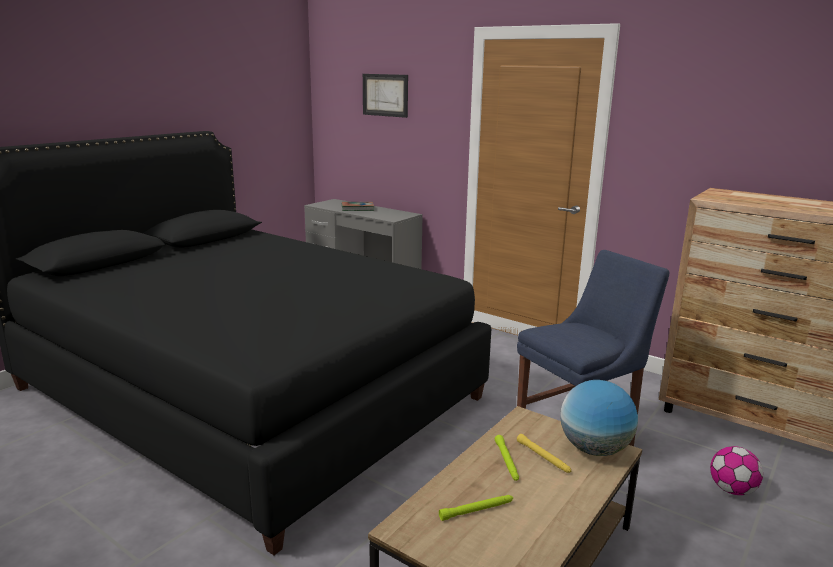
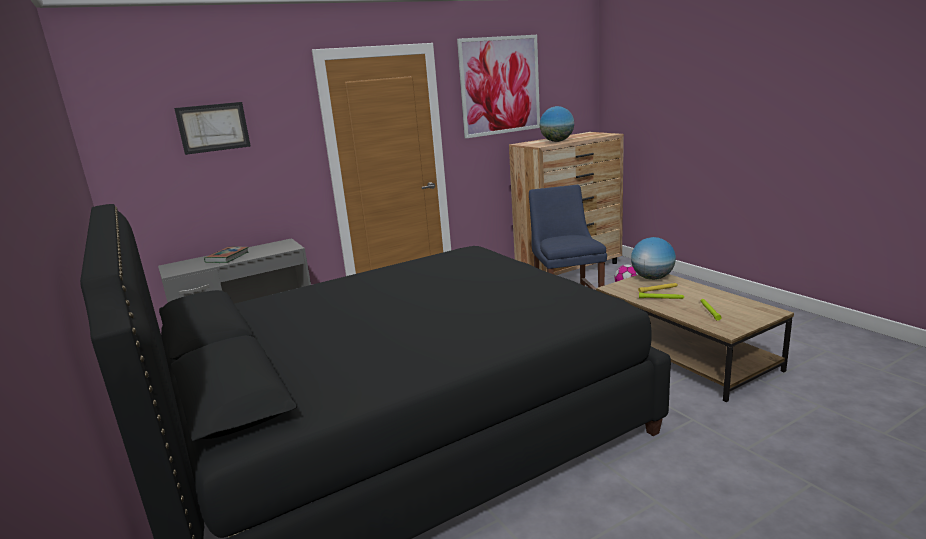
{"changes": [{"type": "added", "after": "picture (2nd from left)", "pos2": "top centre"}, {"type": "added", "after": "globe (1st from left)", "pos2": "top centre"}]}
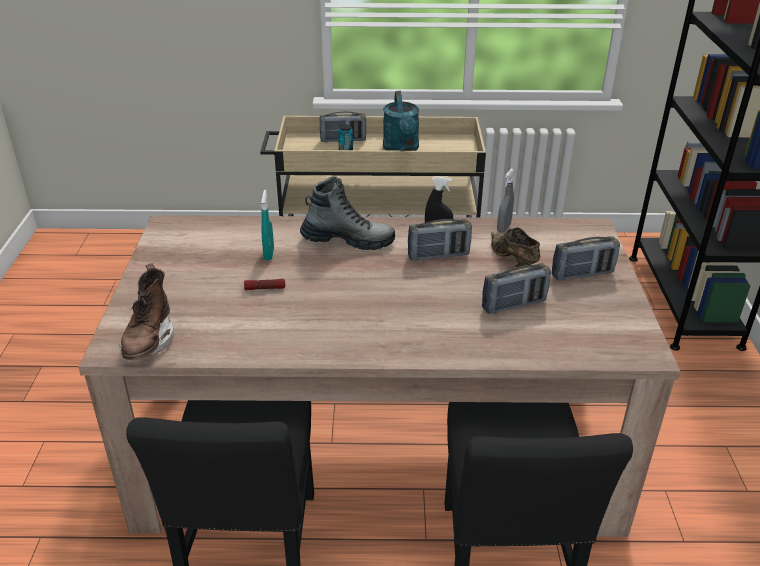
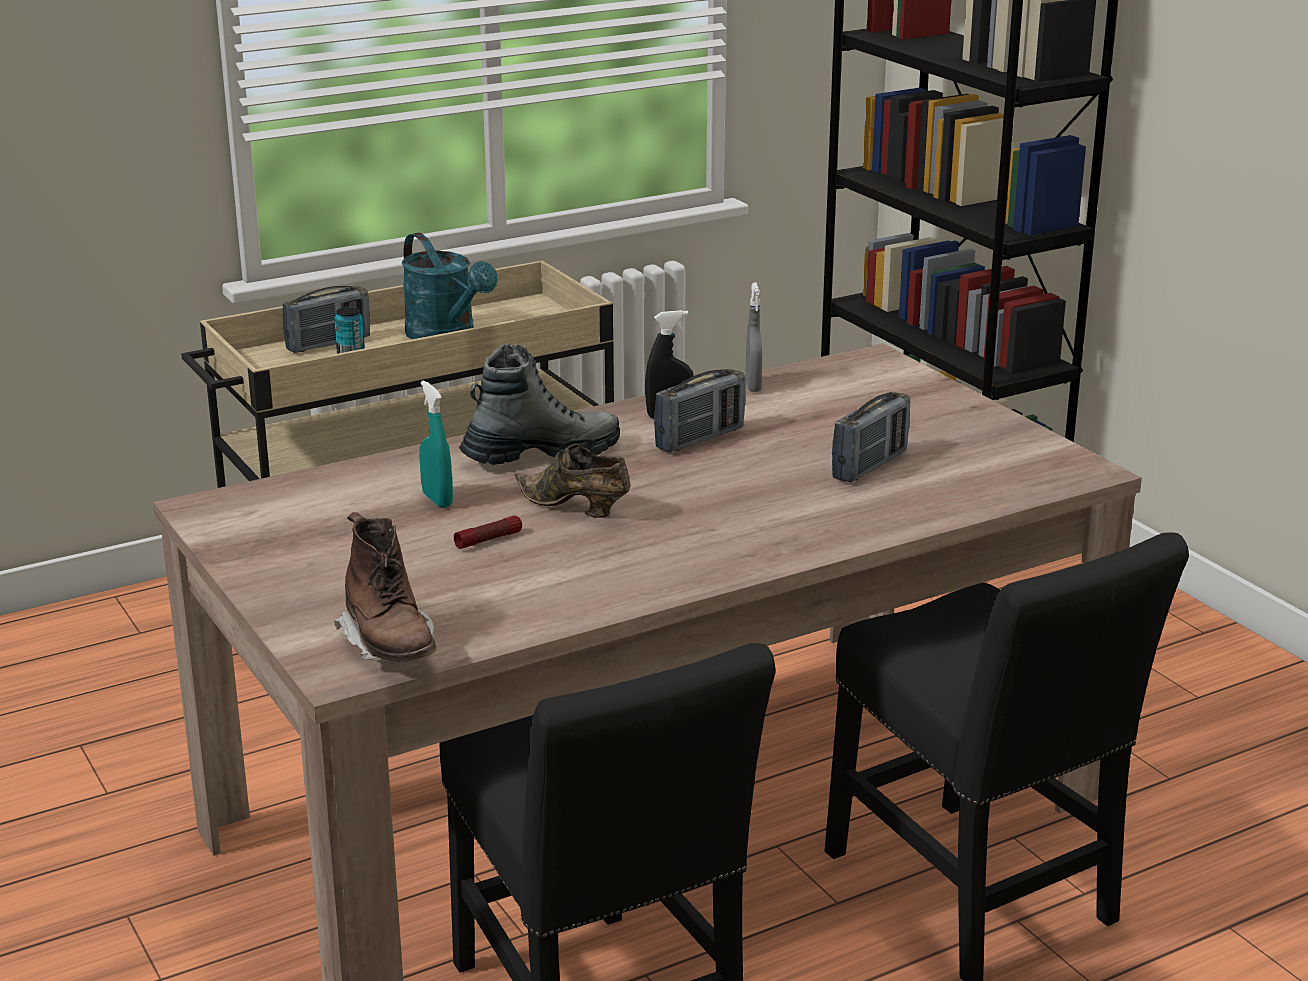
{"changes": [{"type": "moved", "before": "brown shoe", "pos1": "middle right", "pos2": "centre"}, {"type": "removed", "before": "radio (4th from left)", "pos1": "middle right"}]}
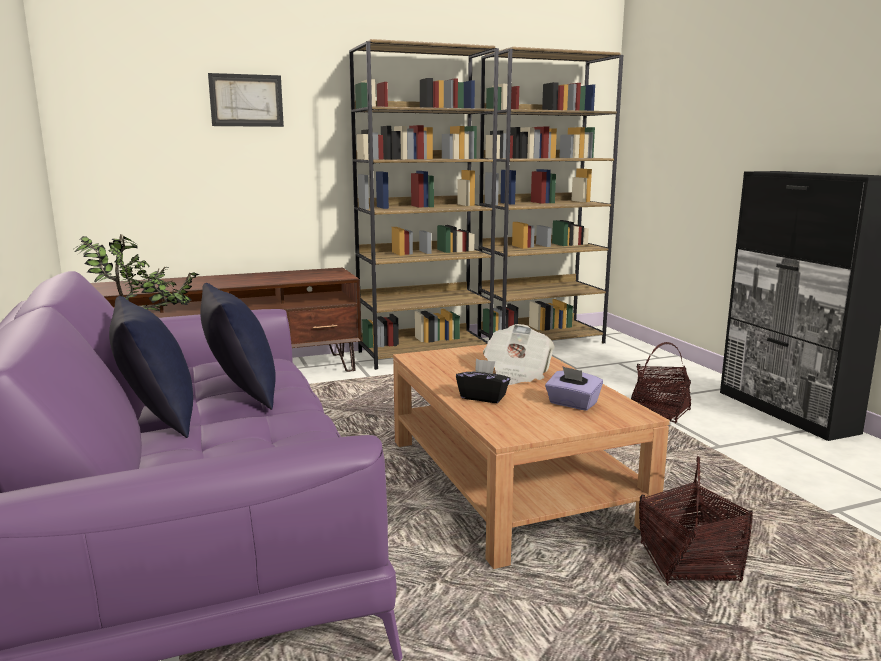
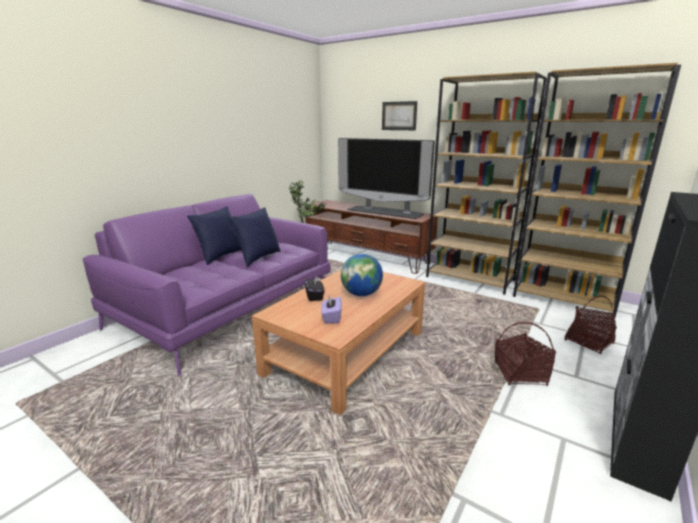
{"changes": [{"type": "added", "after": "television", "pos2": "centre"}, {"type": "replaced", "before": "newspaper", "after": "globe", "pos1": "centre", "pos2": "centre"}, {"type": "moved", "before": "basket (2nd from left)", "pos1": "bottom right", "pos2": "middle right"}]}
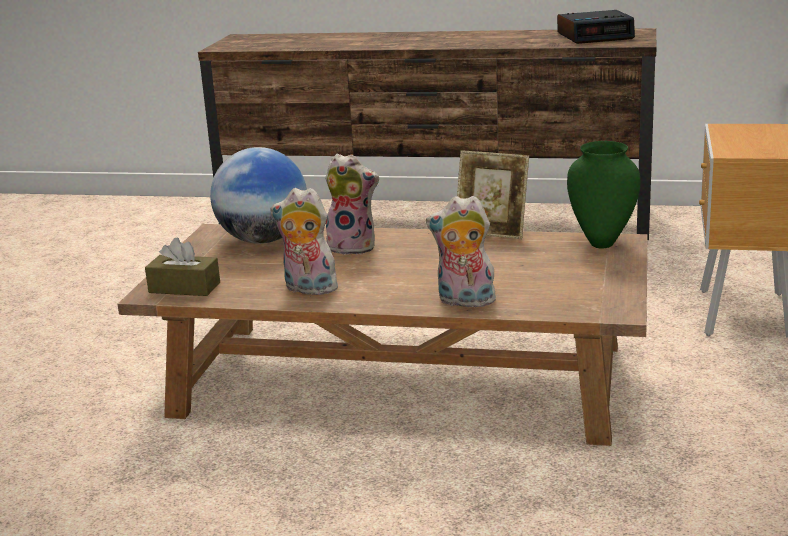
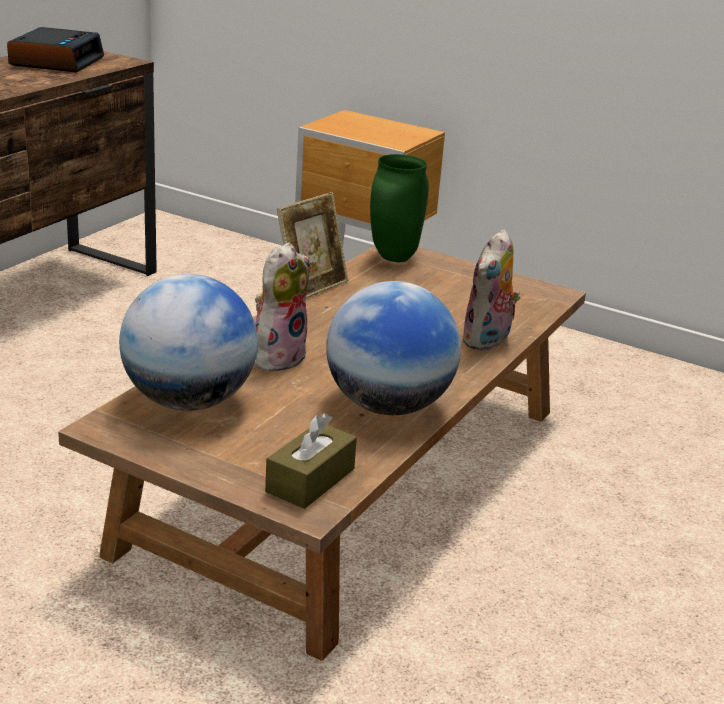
{"changes": [{"type": "replaced", "before": "plush toy (1st from left)", "after": "globe (2nd from left)", "pos1": "centre", "pos2": "centre"}]}
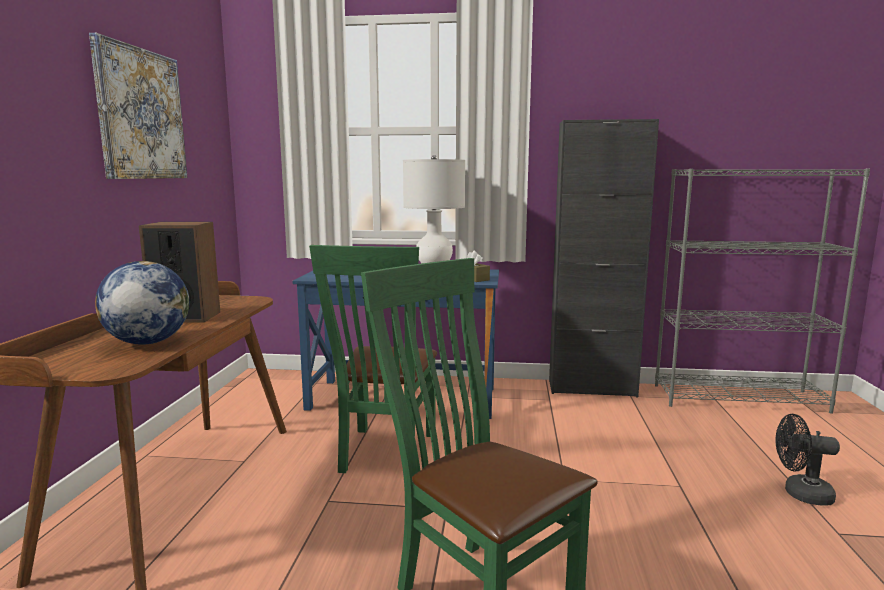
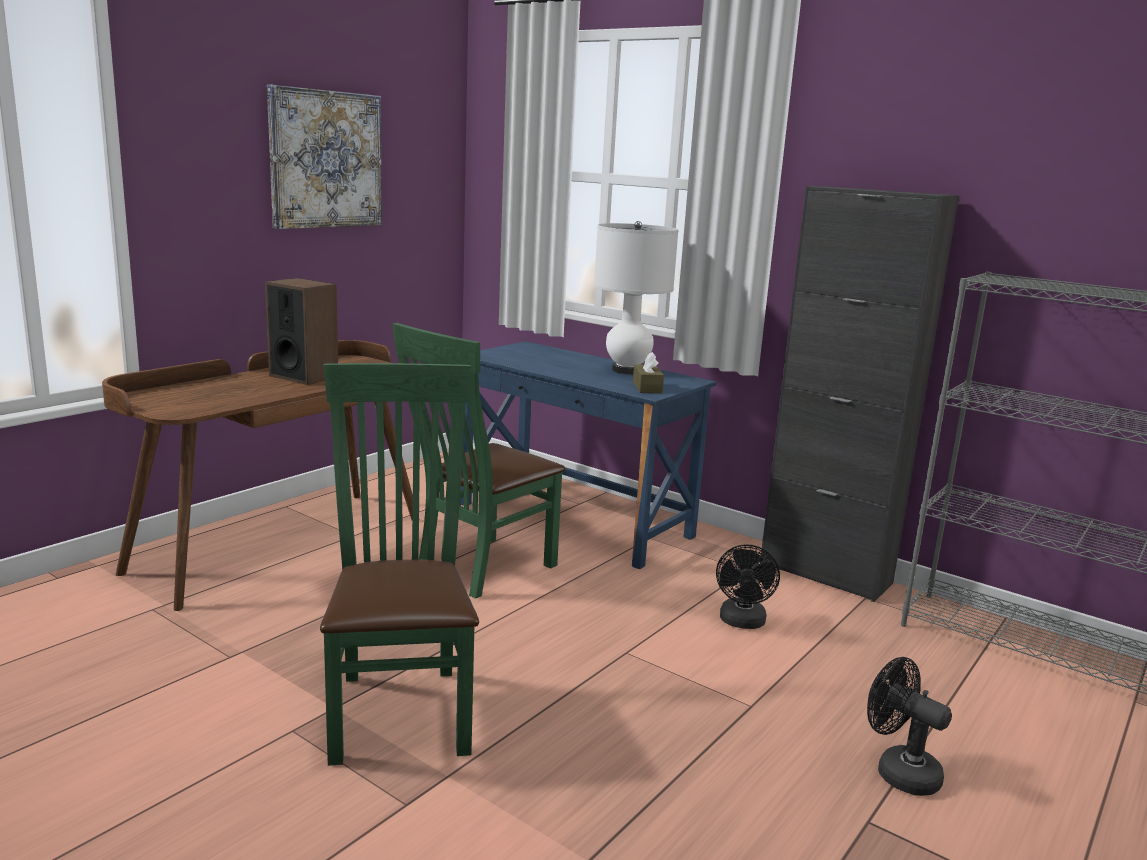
{"changes": [{"type": "added", "after": "black fan (1st from left)", "pos2": "bottom centre"}, {"type": "removed", "before": "globe", "pos1": "middle left"}]}
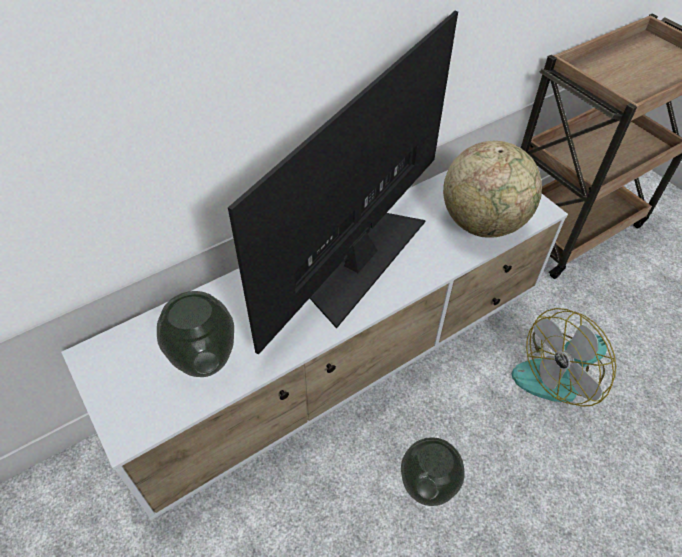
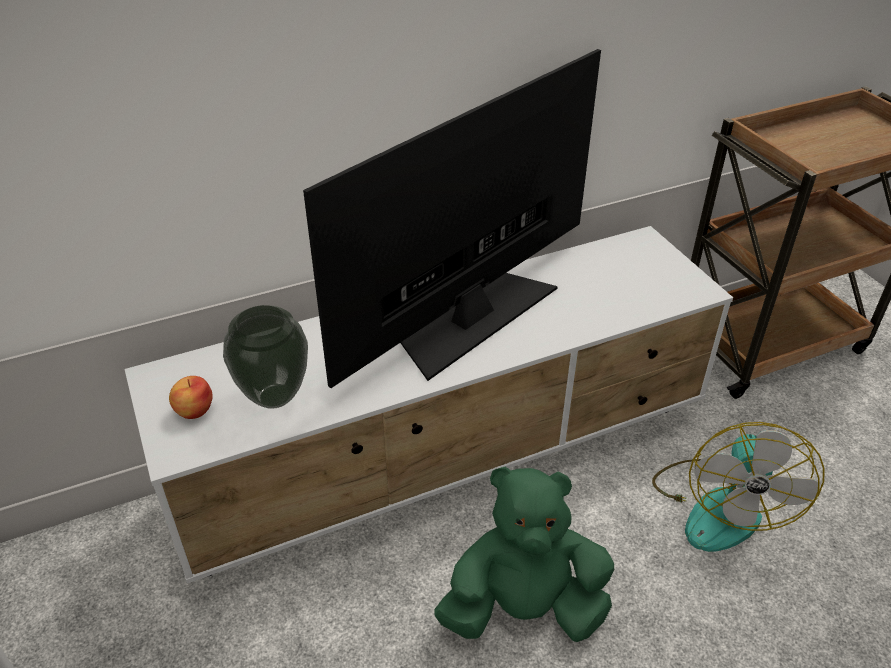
{"changes": [{"type": "added", "after": "apple", "pos2": "middle left"}, {"type": "replaced", "before": "vase (2nd from left)", "after": "green plush toy", "pos1": "bottom centre", "pos2": "bottom centre"}, {"type": "turned", "before": "fan", "pos1": "middle right", "pos2": "bottom right", "turn": -60}, {"type": "removed", "before": "globe", "pos1": "middle right"}]}
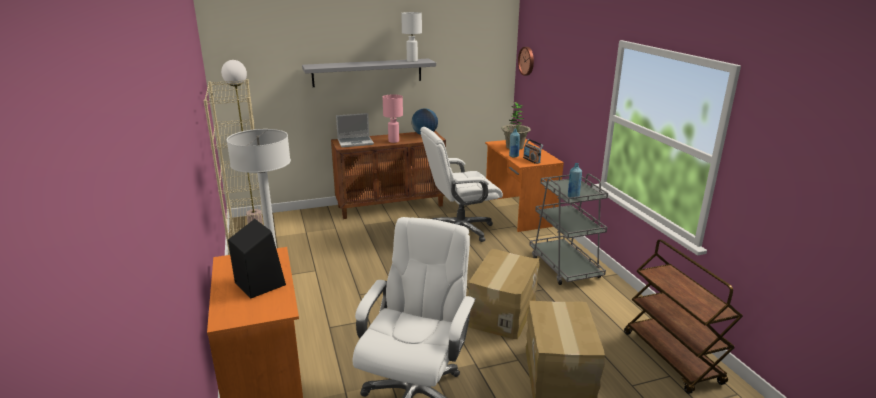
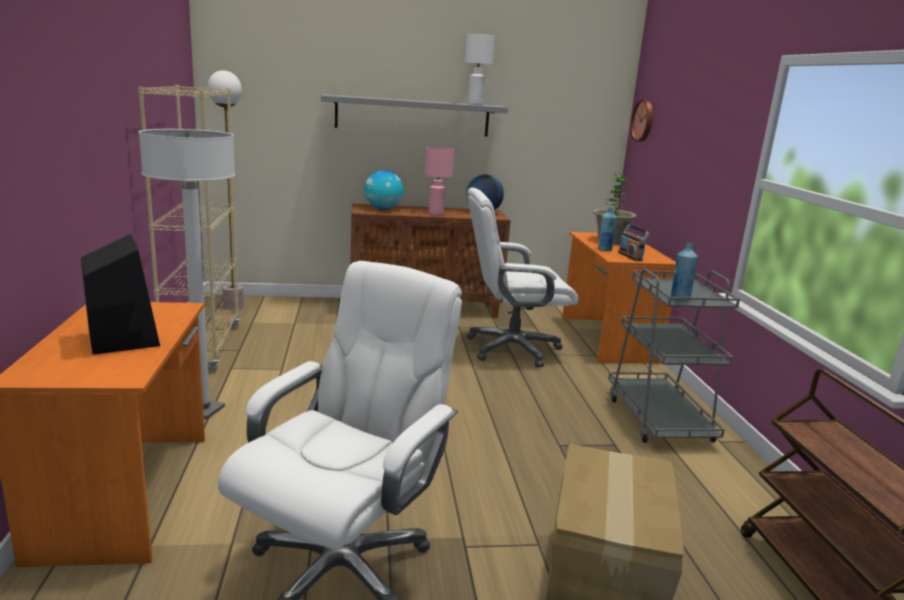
{"changes": [{"type": "replaced", "before": "laptop", "after": "globe (1st from left)", "pos1": "top centre", "pos2": "top centre"}, {"type": "removed", "before": "cardboard box (1st from left)", "pos1": "bottom centre"}]}
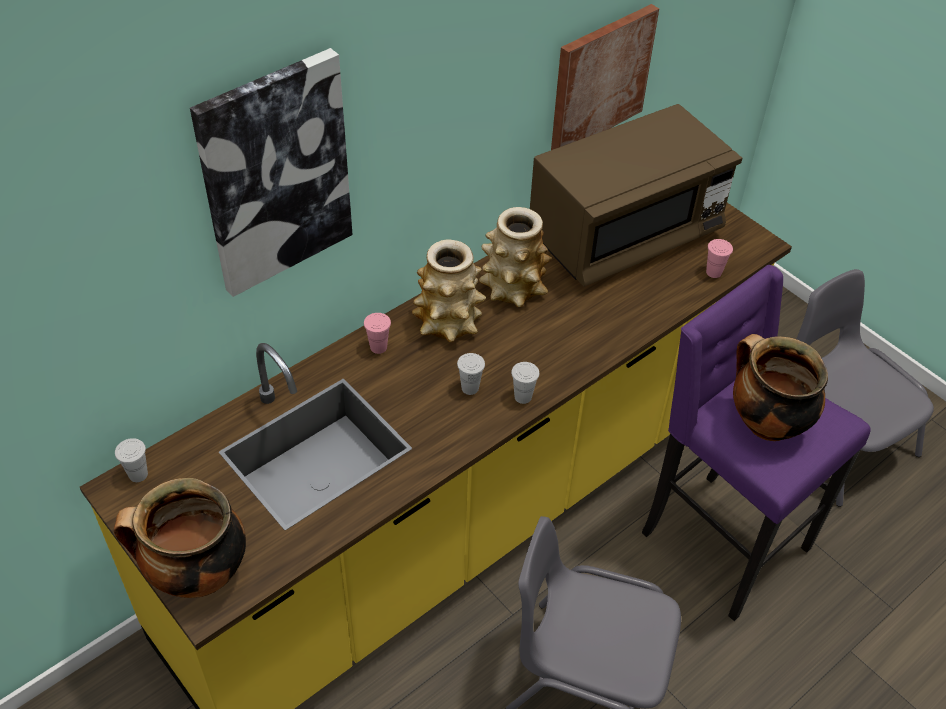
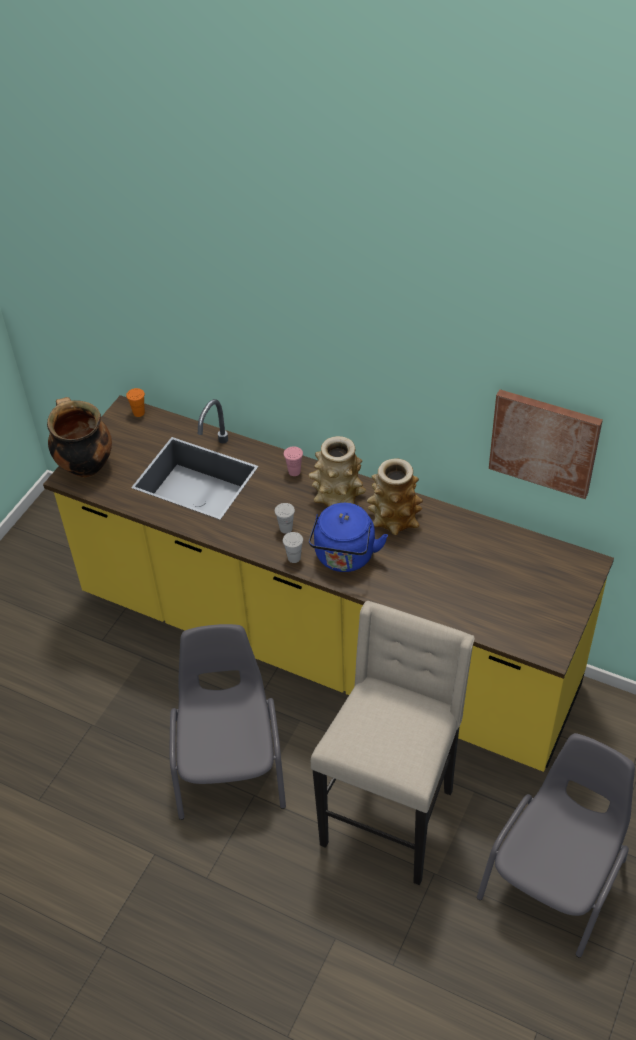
{"changes": [{"type": "recoloured", "before": "white cup (1st from left)", "after": "orange cup", "pos1": "middle left", "pos2": "middle left"}, {"type": "added", "after": "blue kettle", "pos2": "centre"}, {"type": "recoloured", "before": "purple stool", "after": "beige stool", "pos1": "middle right", "pos2": "bottom centre"}, {"type": "removed", "before": "picture (1st from left)", "pos1": "top left"}, {"type": "removed", "before": "brown microwave", "pos1": "top right"}, {"type": "removed", "before": "pink cup (2nd from left)", "pos1": "middle right"}, {"type": "removed", "before": "cooking pot (2nd from left)", "pos1": "middle right"}]}
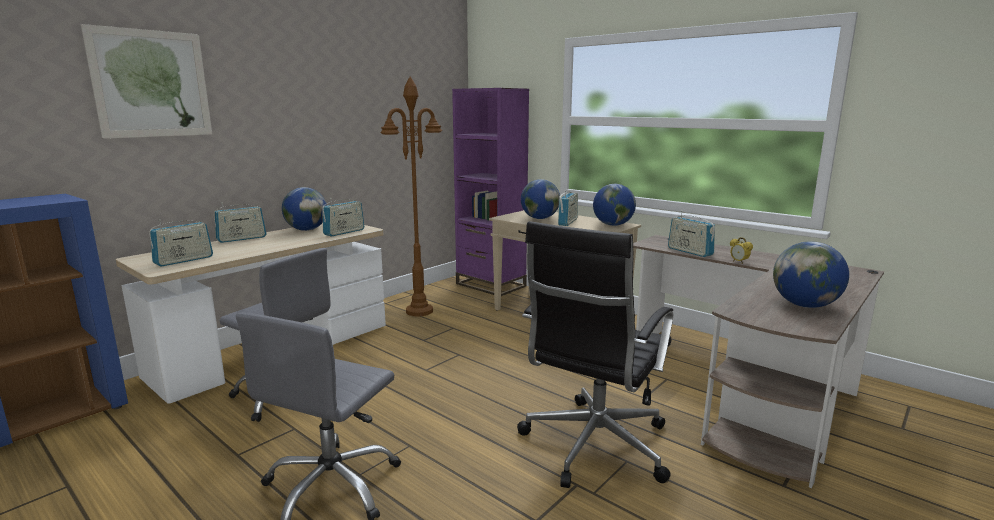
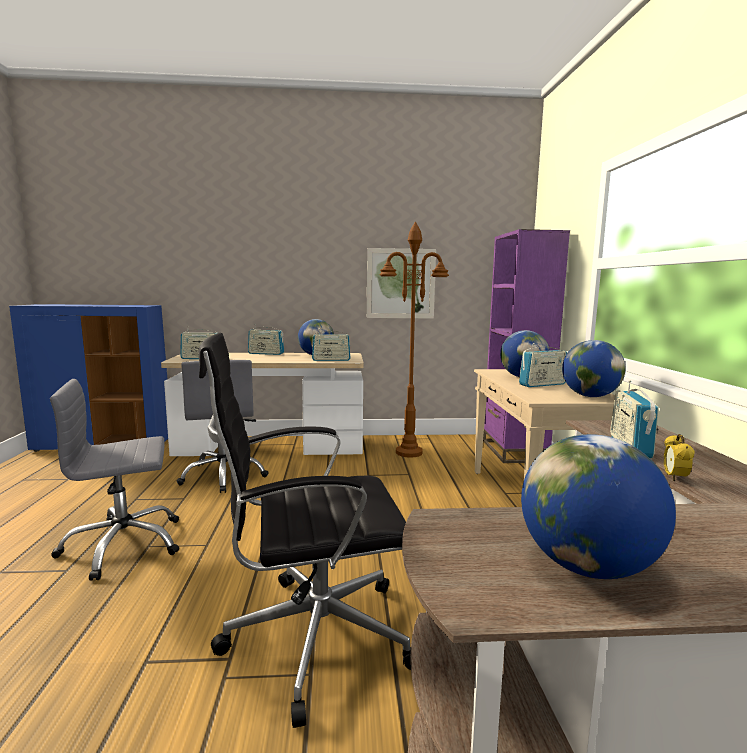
{"changes": [{"type": "moved", "before": "picture", "pos1": "top left", "pos2": "centre"}]}
